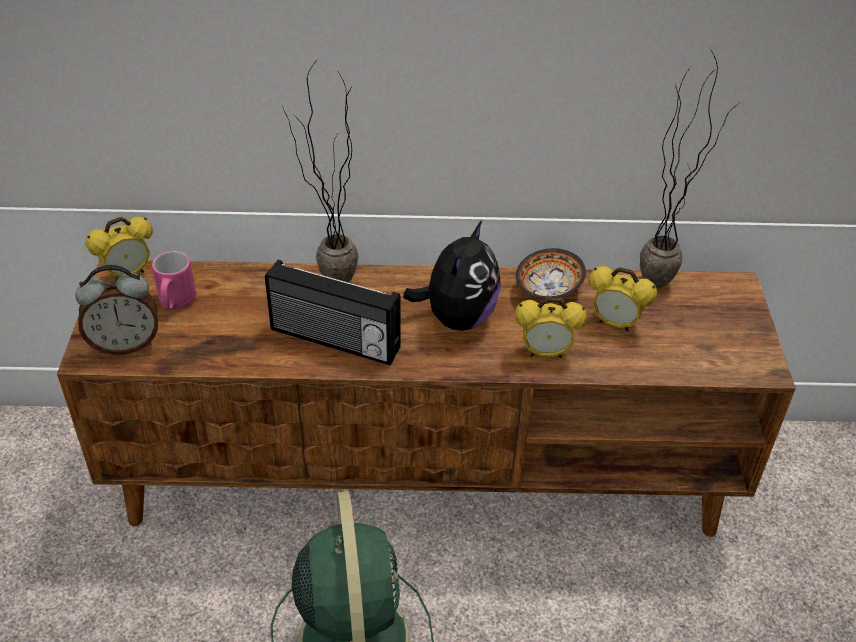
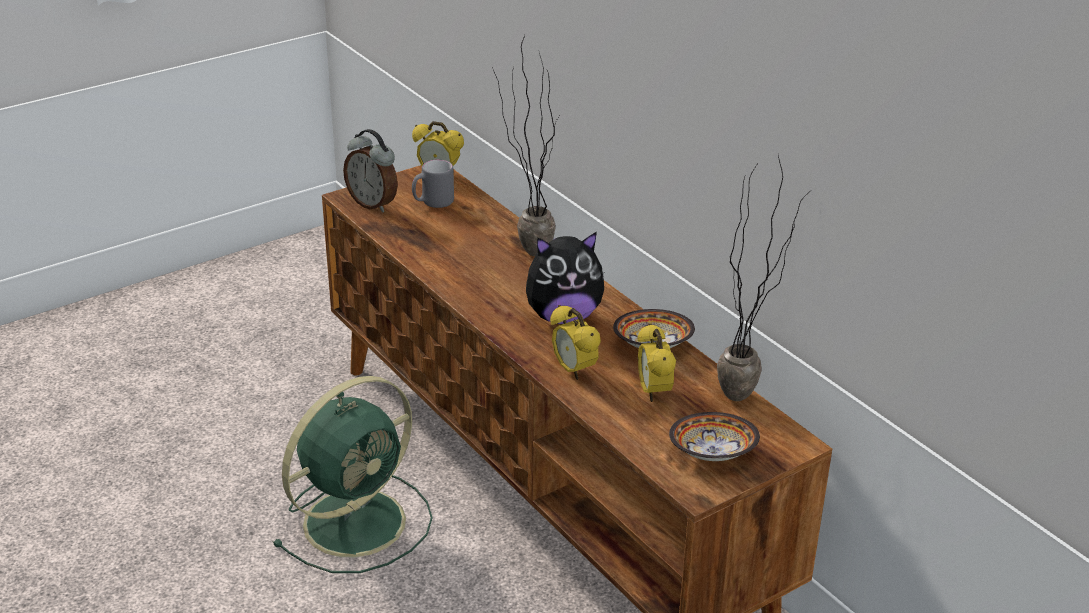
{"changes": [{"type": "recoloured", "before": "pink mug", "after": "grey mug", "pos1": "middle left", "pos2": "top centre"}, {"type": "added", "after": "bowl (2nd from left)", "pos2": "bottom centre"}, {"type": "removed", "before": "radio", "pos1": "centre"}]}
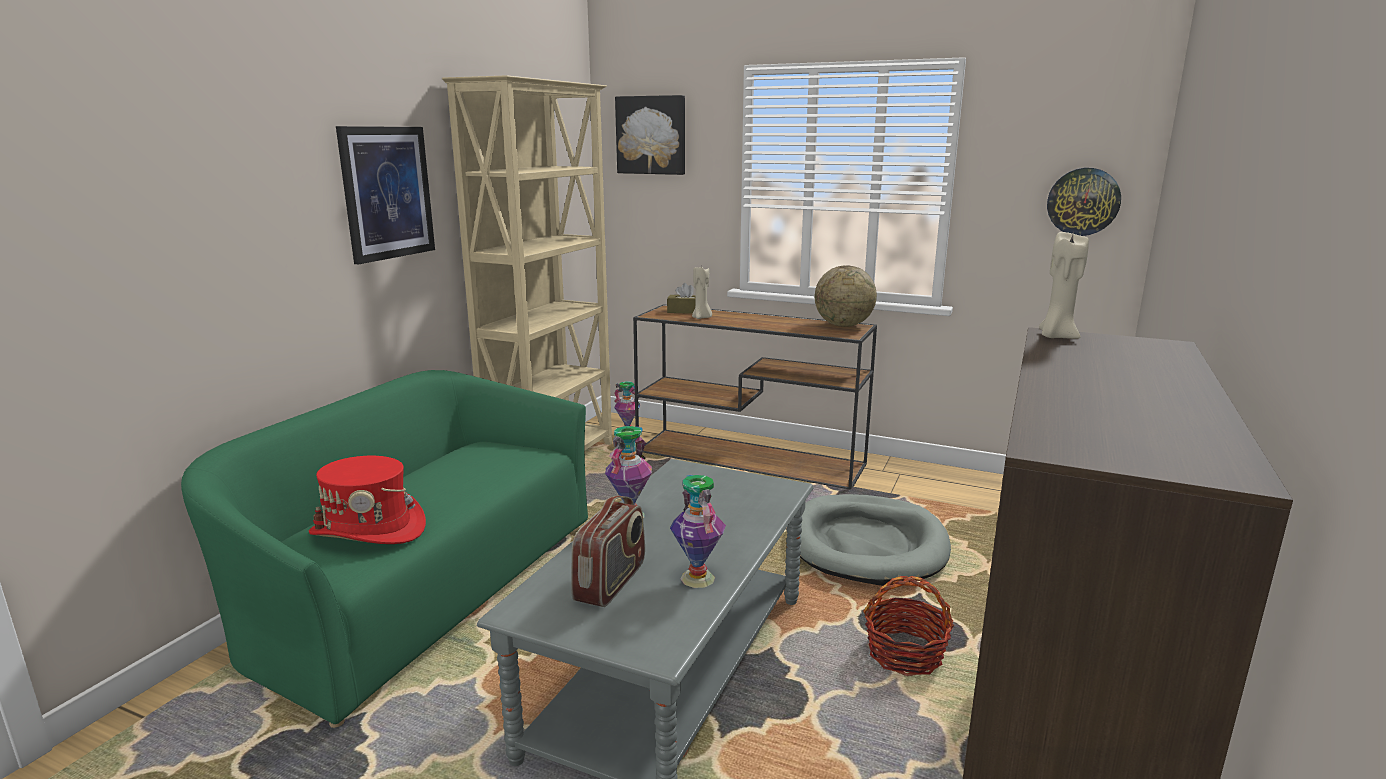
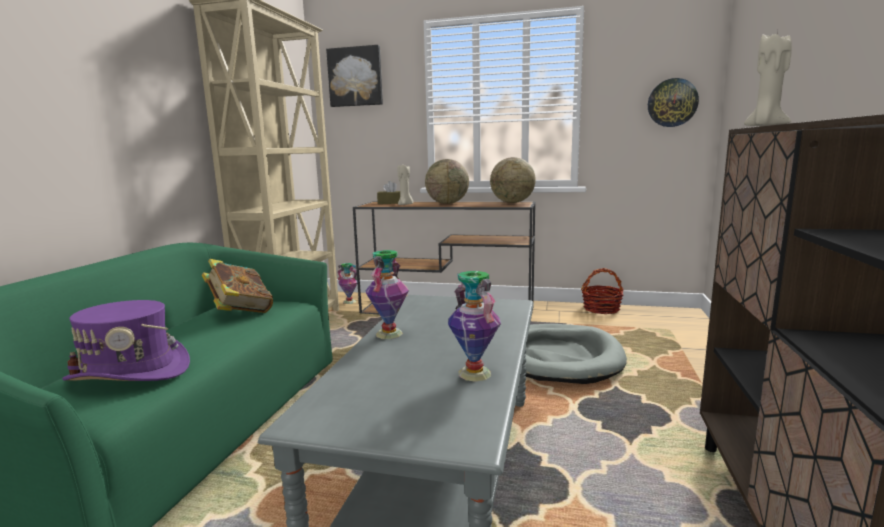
{"changes": [{"type": "recoloured", "before": "red hat", "after": "purple hat", "pos1": "middle left", "pos2": "middle left"}, {"type": "added", "after": "book", "pos2": "middle left"}, {"type": "added", "after": "globe (1st from left)", "pos2": "centre"}, {"type": "moved", "before": "basket", "pos1": "bottom centre", "pos2": "middle right"}, {"type": "removed", "before": "picture (1st from left)", "pos1": "top left"}, {"type": "removed", "before": "radio", "pos1": "bottom centre"}]}
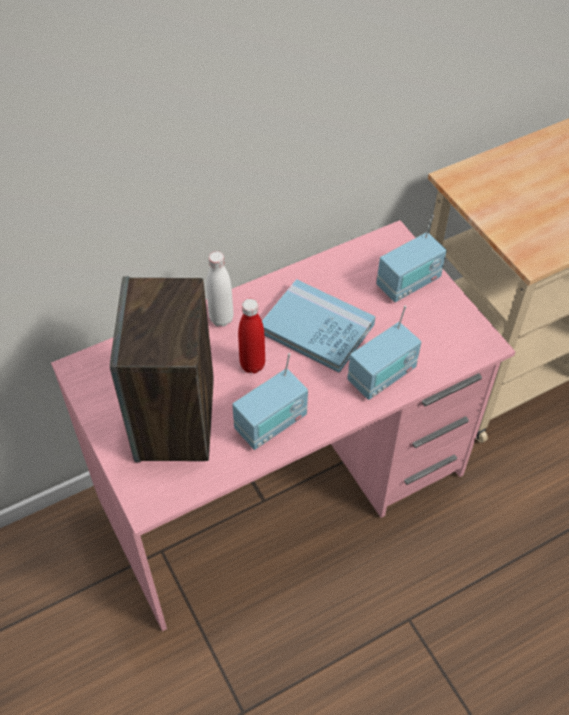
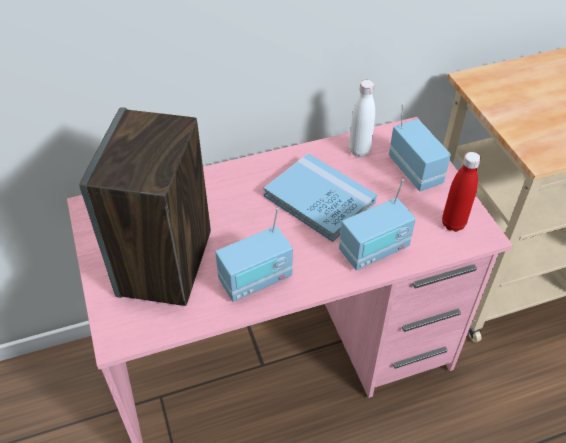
{"changes": [{"type": "moved", "before": "white bottle", "pos1": "centre", "pos2": "top centre"}, {"type": "turned", "before": "radio (3rd from left)", "pos1": "middle right", "pos2": "top right", "turn": -90}, {"type": "moved", "before": "red bottle", "pos1": "centre", "pos2": "middle right"}]}
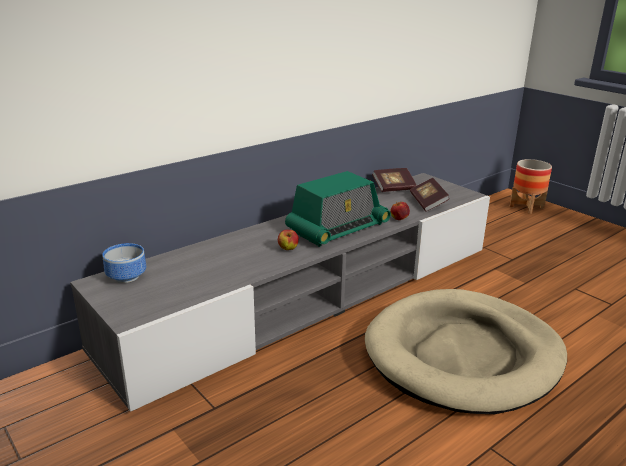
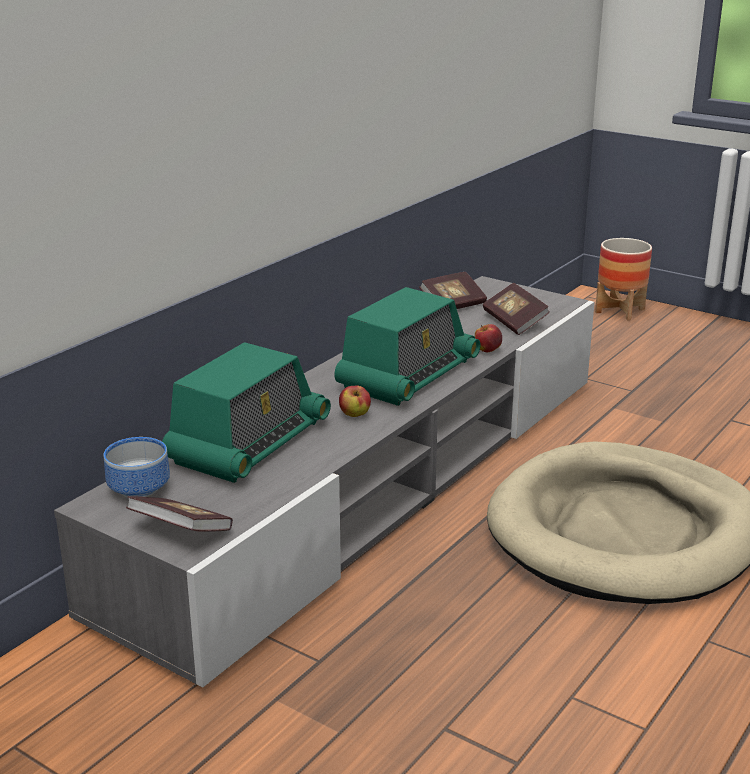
{"changes": [{"type": "added", "after": "book (1st from left)", "pos2": "middle left"}, {"type": "added", "after": "radio (1st from left)", "pos2": "middle left"}]}
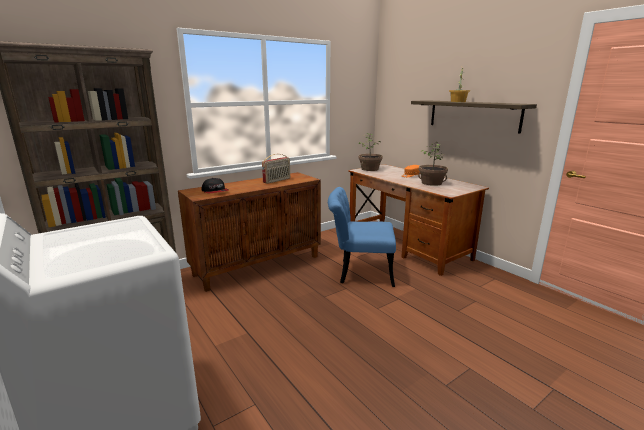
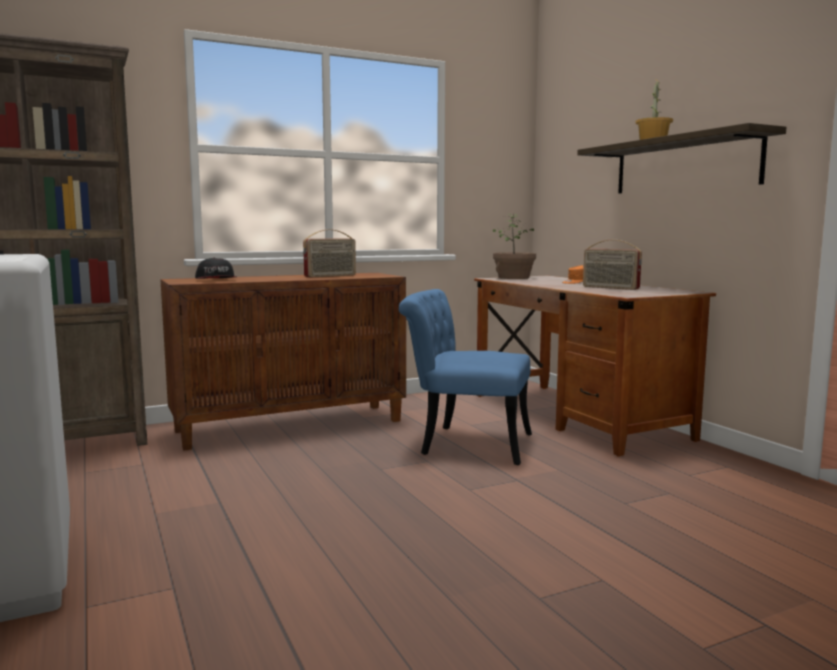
{"changes": [{"type": "replaced", "before": "potted plant (2nd from left)", "after": "radio (2nd from left)", "pos1": "middle right", "pos2": "middle right"}]}
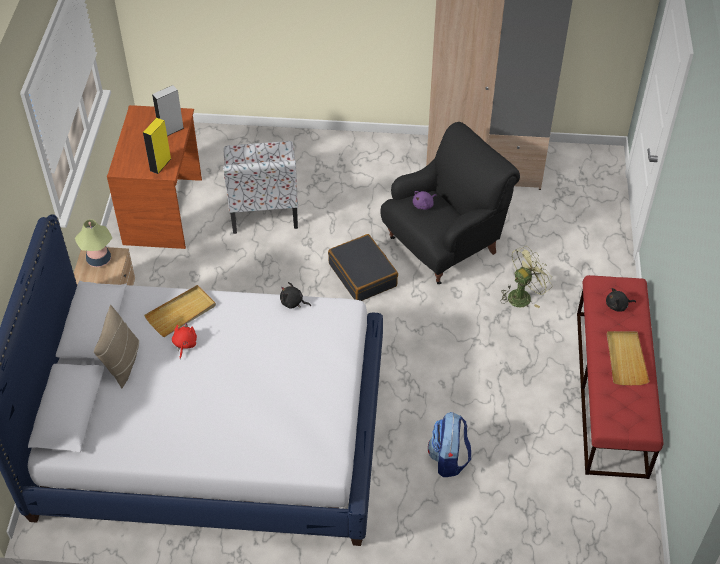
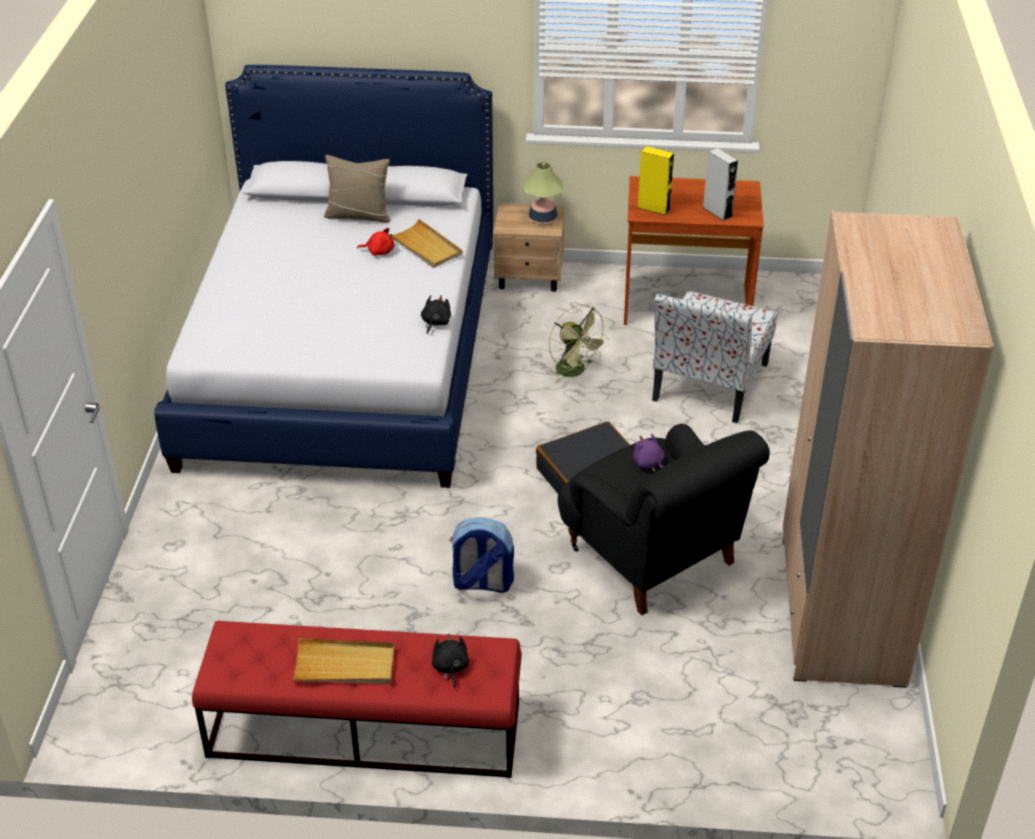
{"changes": [{"type": "moved", "before": "backpack", "pos1": "bottom centre", "pos2": "centre"}, {"type": "moved", "before": "green fan", "pos1": "middle right", "pos2": "centre"}, {"type": "turned", "before": "chair", "pos1": "top centre", "pos2": "middle right", "turn": -60}]}
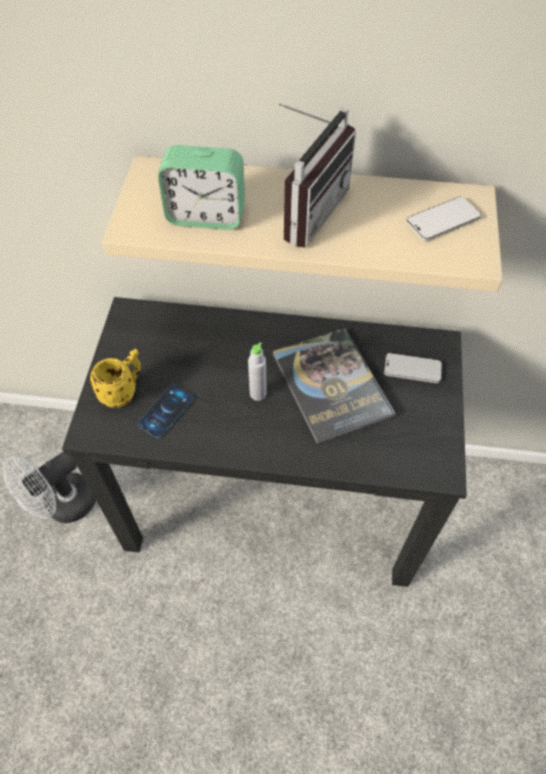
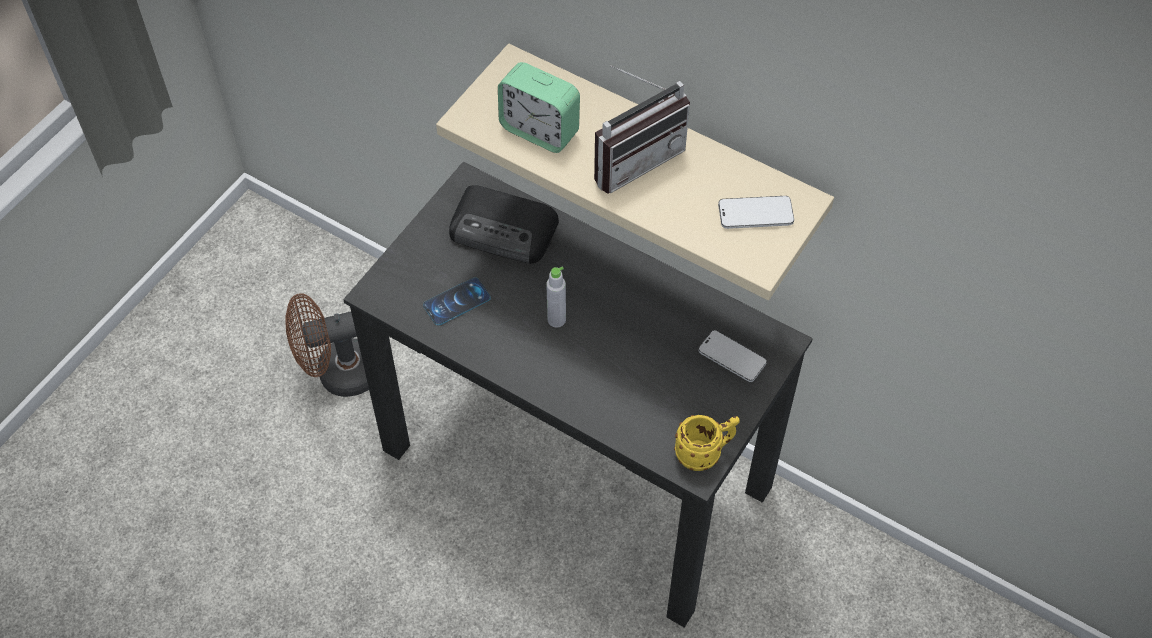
{"changes": [{"type": "recoloured", "before": "white fan", "after": "brown fan", "pos1": "middle left", "pos2": "middle left"}, {"type": "added", "after": "radio (1st from left)", "pos2": "centre"}, {"type": "moved", "before": "yellow mug", "pos1": "middle left", "pos2": "bottom centre"}, {"type": "removed", "before": "book", "pos1": "centre"}]}
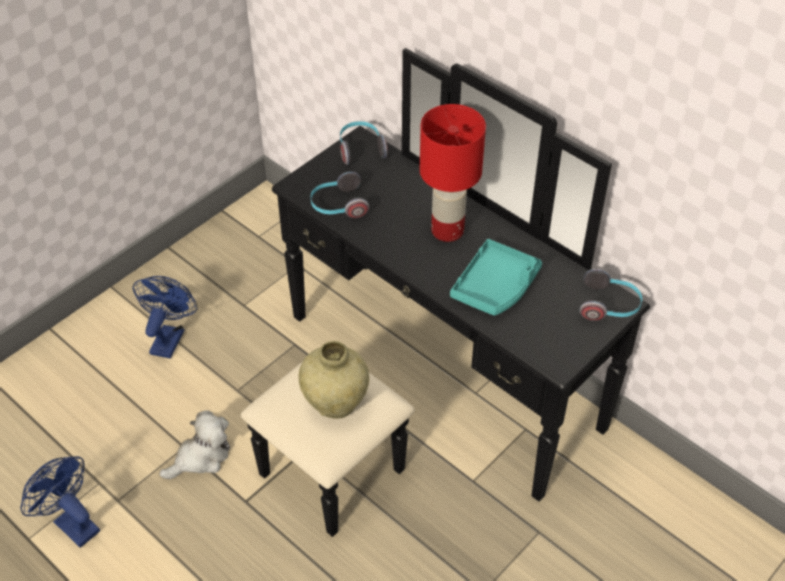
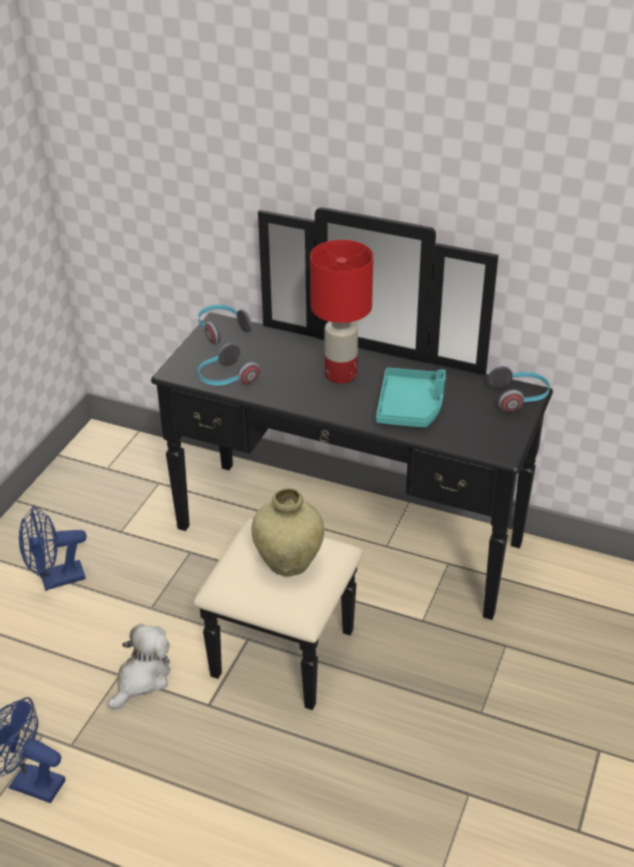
{"changes": [{"type": "turned", "before": "blue fan (2nd from left)", "pos1": "middle left", "pos2": "middle left", "turn": -105}]}
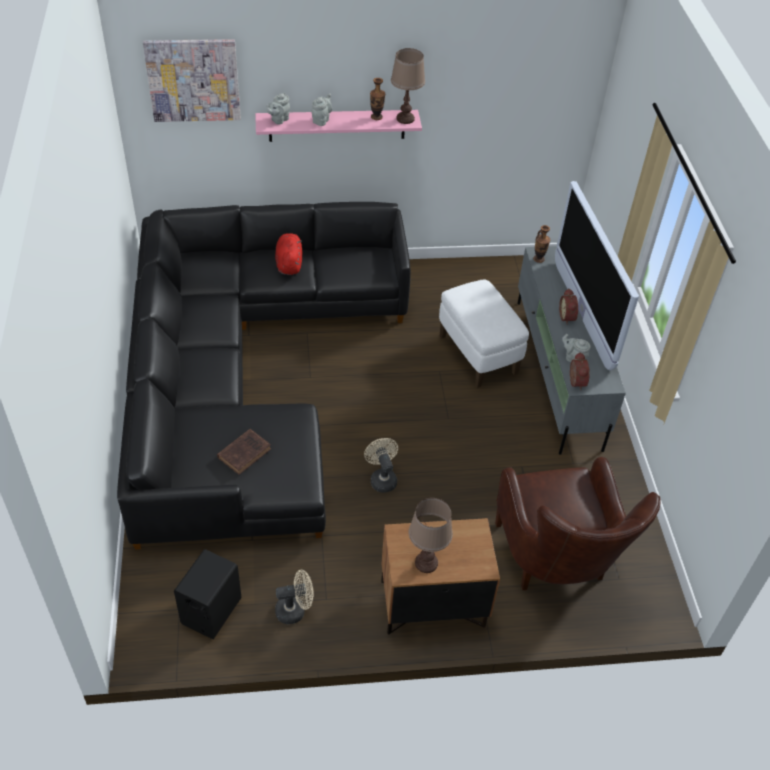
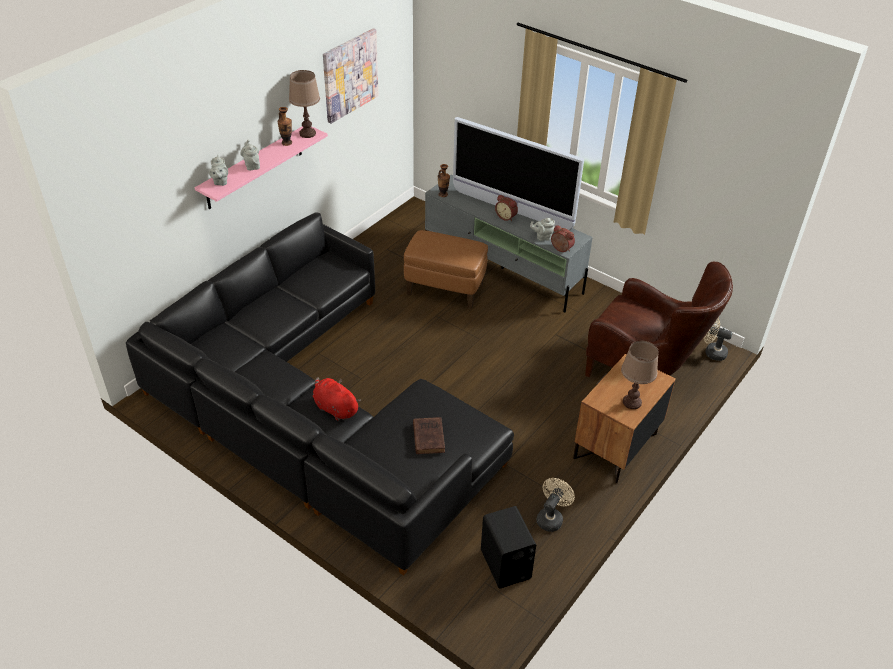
{"changes": [{"type": "moved", "before": "red plush toy", "pos1": "top centre", "pos2": "centre"}, {"type": "moved", "before": "picture", "pos1": "top left", "pos2": "top centre"}, {"type": "recoloured", "before": "white ottoman", "after": "brown ottoman", "pos1": "centre", "pos2": "centre"}, {"type": "moved", "before": "beige fan (2nd from left)", "pos1": "centre", "pos2": "middle right"}]}
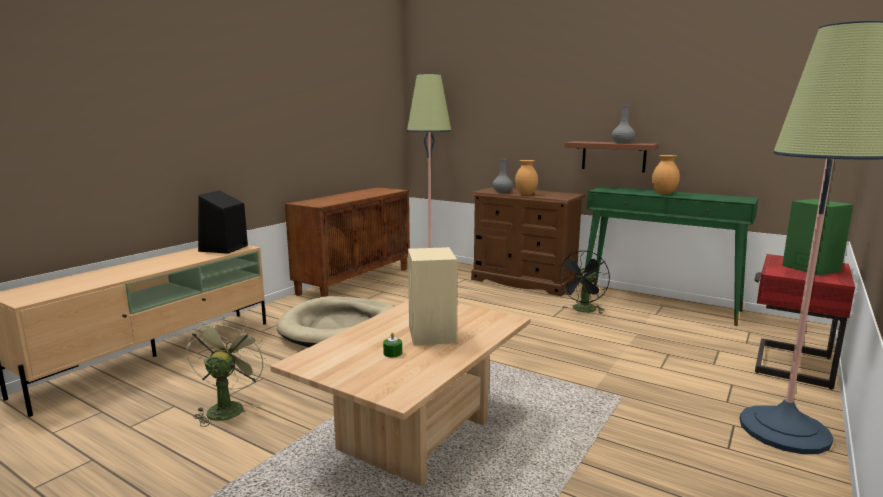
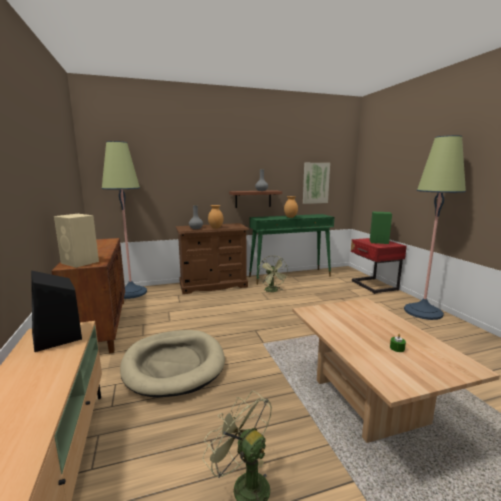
{"changes": [{"type": "moved", "before": "beige speaker", "pos1": "centre", "pos2": "middle left"}, {"type": "recoloured", "before": "black fan", "after": "green fan (2nd from left)", "pos1": "centre", "pos2": "centre"}, {"type": "added", "after": "picture", "pos2": "centre"}]}
